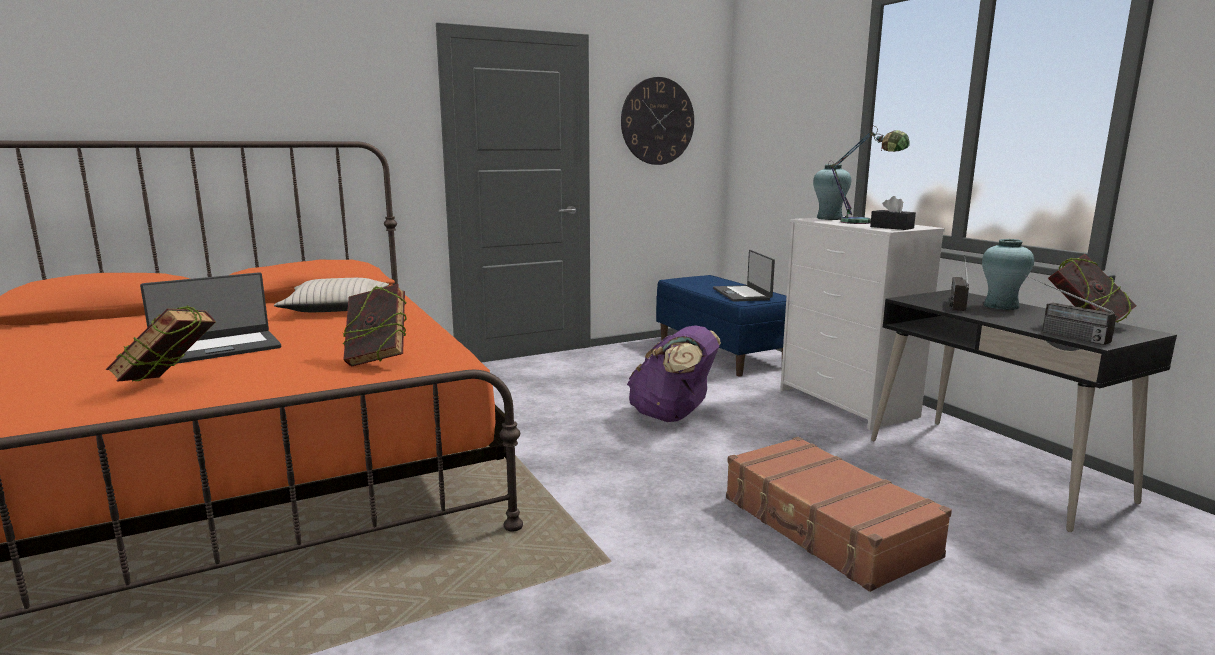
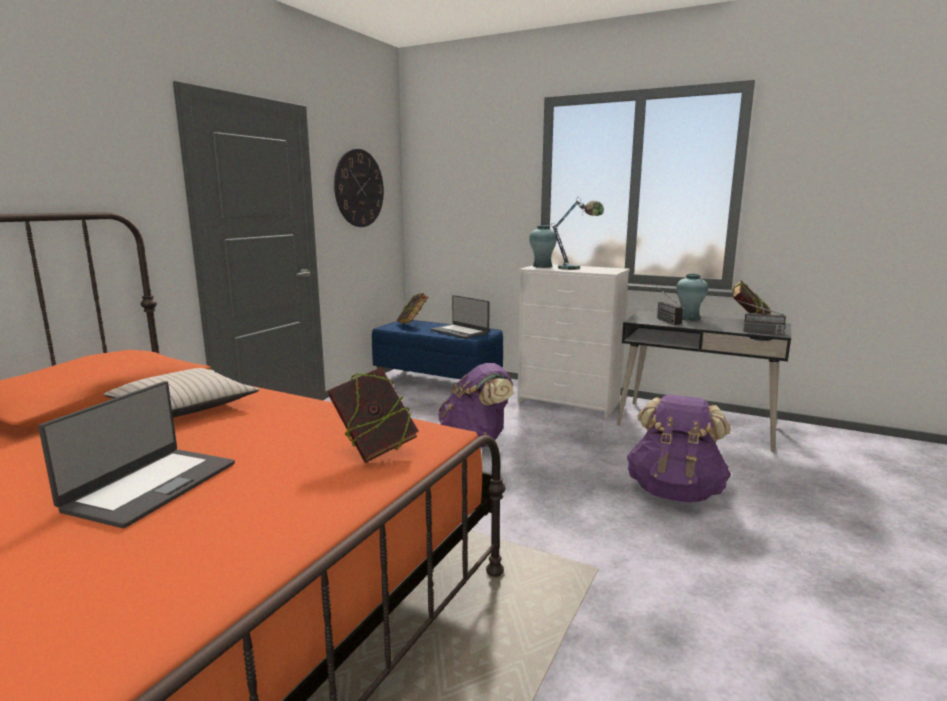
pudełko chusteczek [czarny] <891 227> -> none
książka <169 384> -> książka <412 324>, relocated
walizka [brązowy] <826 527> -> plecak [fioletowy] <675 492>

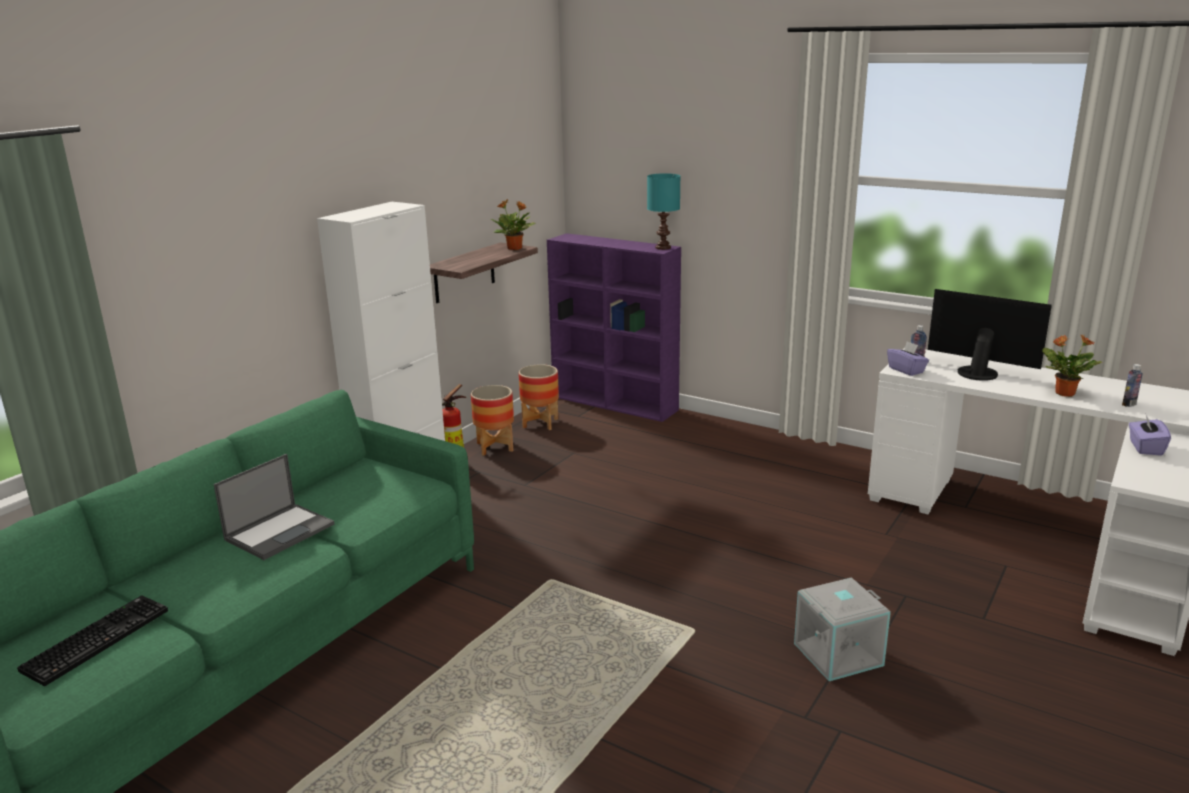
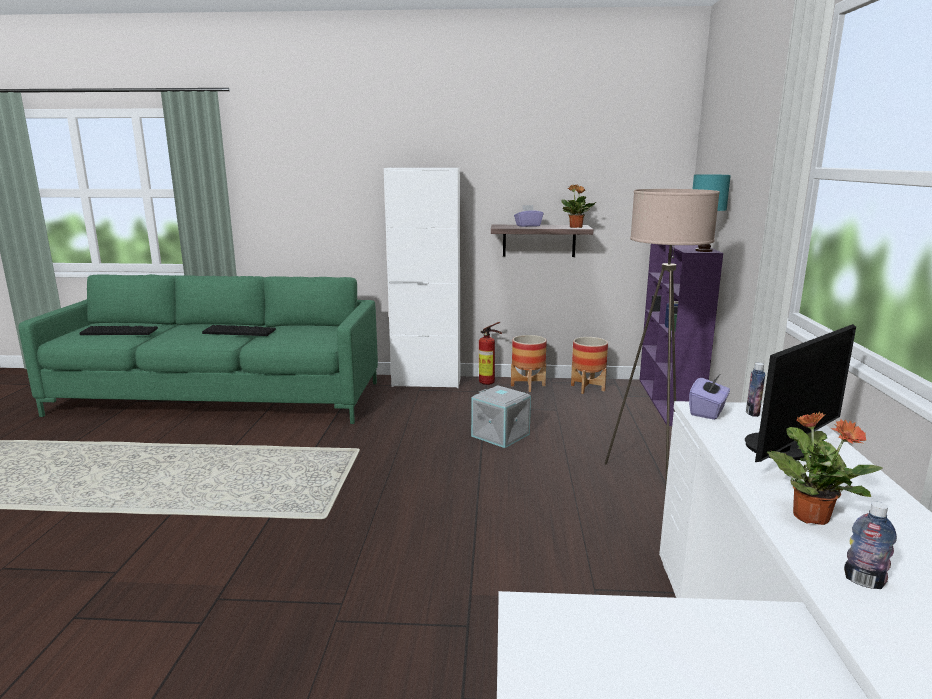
none -> lampa stojąca [beżowy] <649 471>
pojemnik do przechowywania [szary] <837 653> -> pojemnik do przechowywania [szary] <501 435>, relocated
pudełko chusteczek [fioletowy] <1145 448> -> pudełko chusteczek [fioletowy] <528 226>, relocated
laptop <280 531> -> klawiatura <240 332>
monitor <978 372> -> monitor <783 450>, 45 degrees clockwise

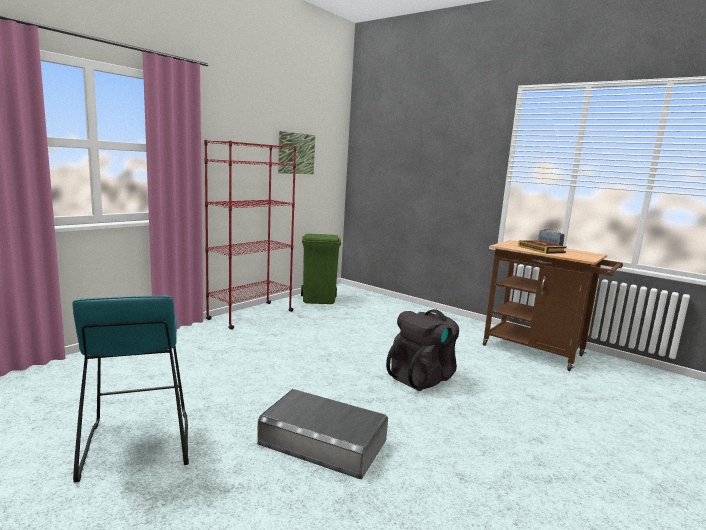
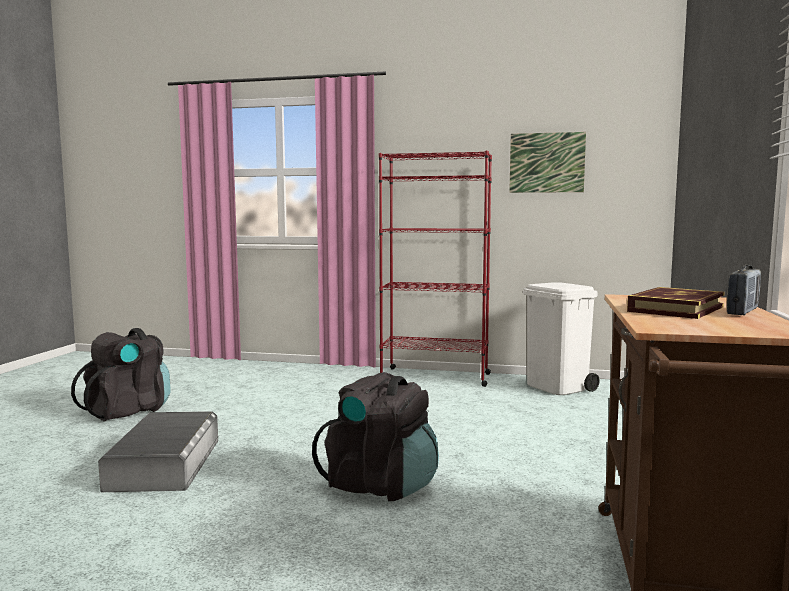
stołek [turkusowy] <136 444> -> plecak [czarny] <128 411>
kosz na śmieci [zielony] <319 300> -> kosz na śmieci [biały] <558 387>

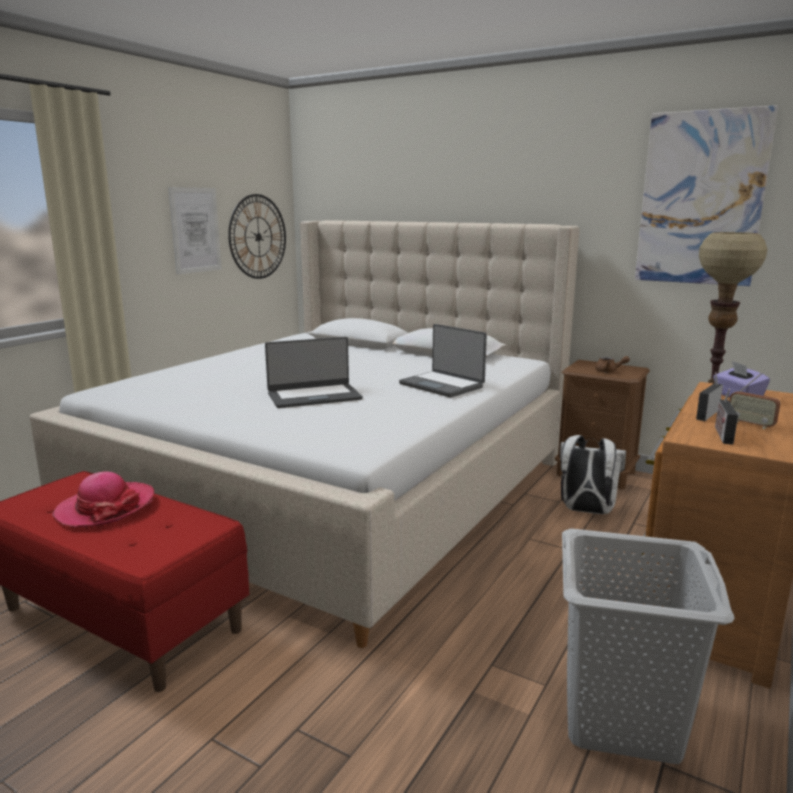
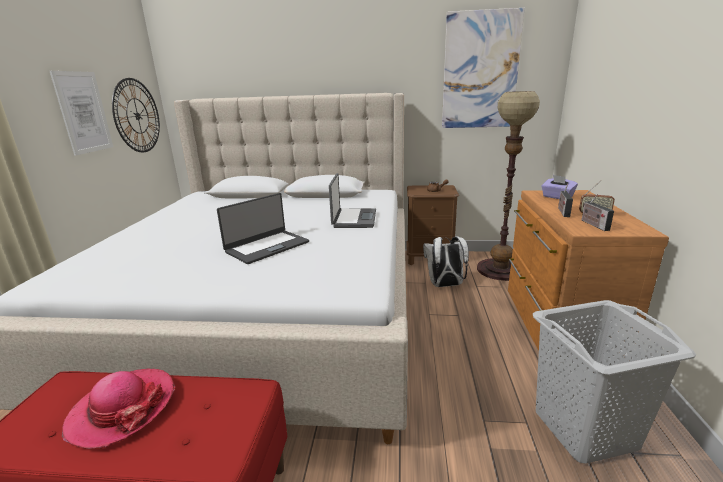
laptop <442 385> -> laptop <353 219>, 105 degrees counterclockwise

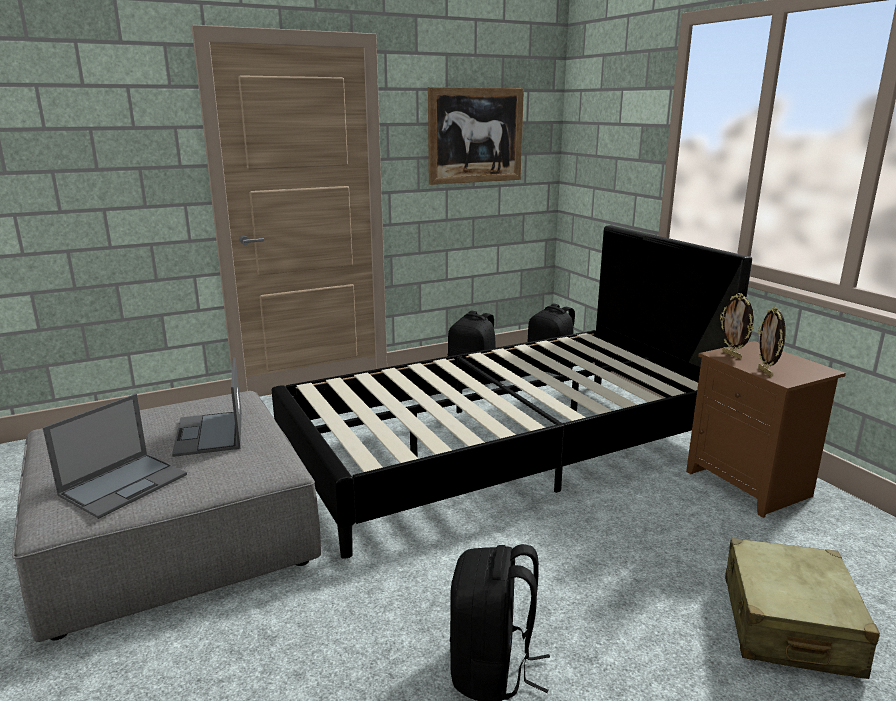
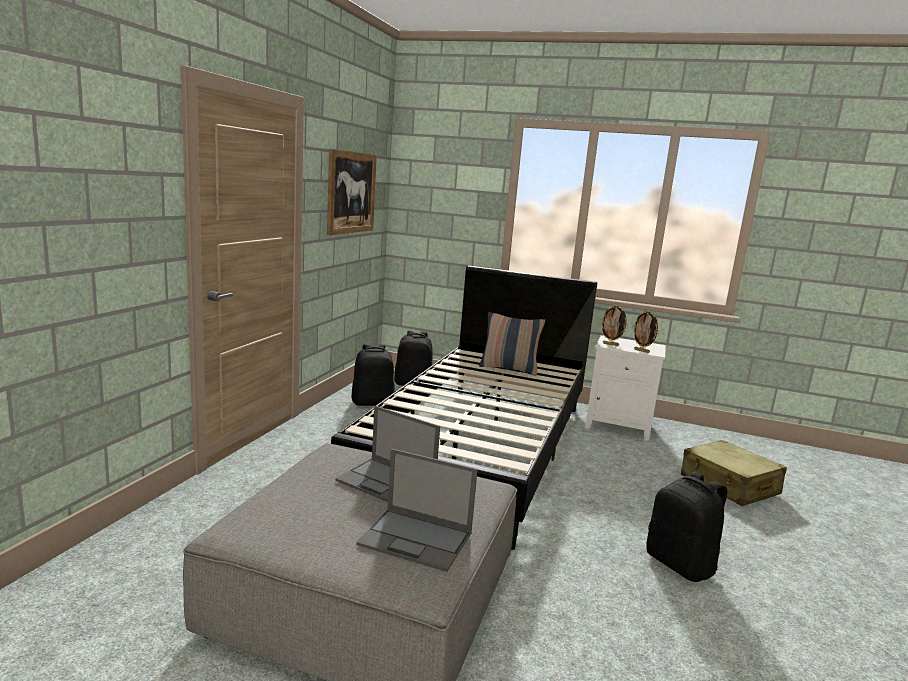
none -> poduszka <509 369>
szafka nocna [brązowy] <751 485> -> szafka nocna [biały] <619 425>
laptop <125 484> -> laptop <417 539>, 120 degrees clockwise

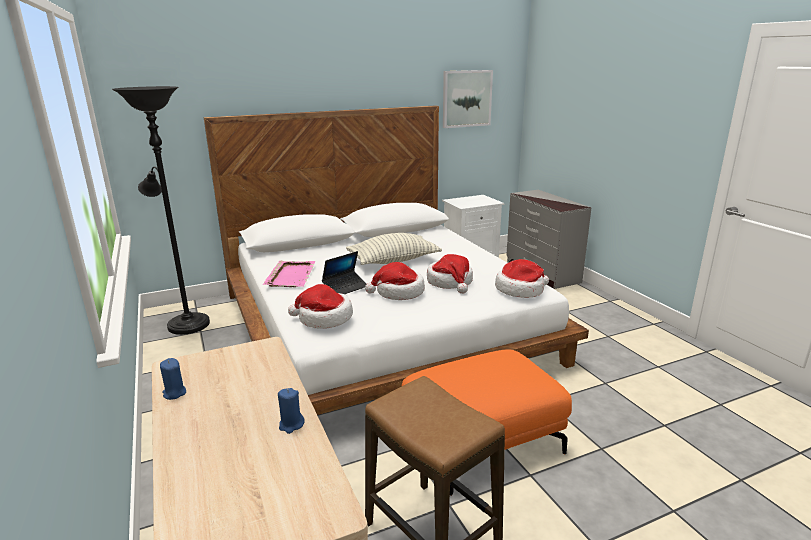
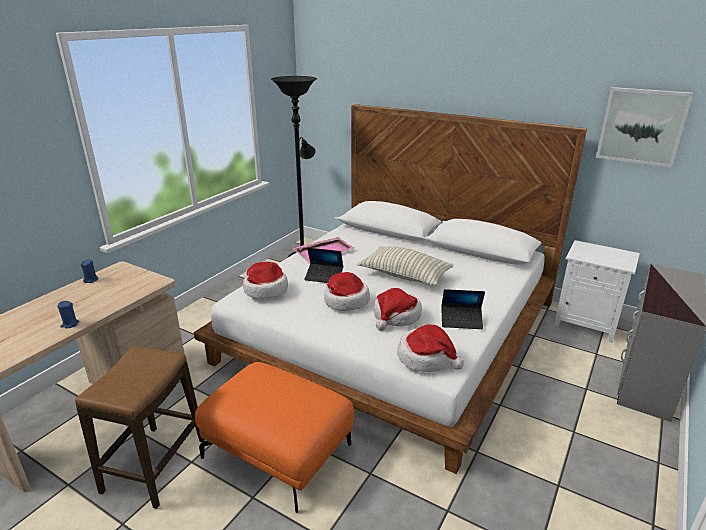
none -> laptop <461 321>

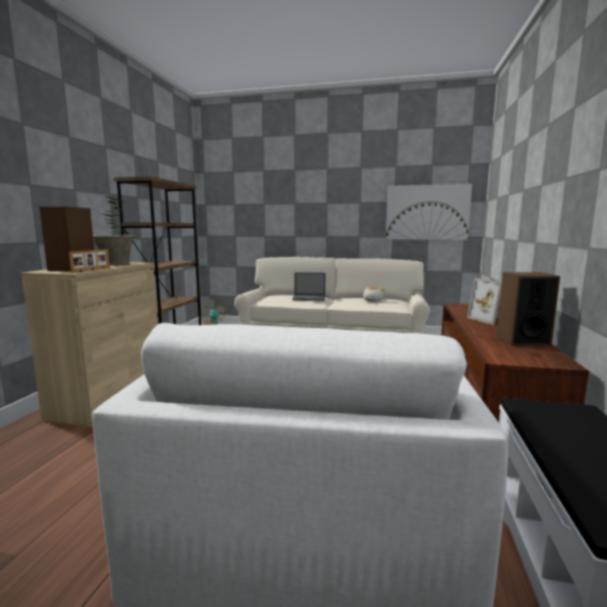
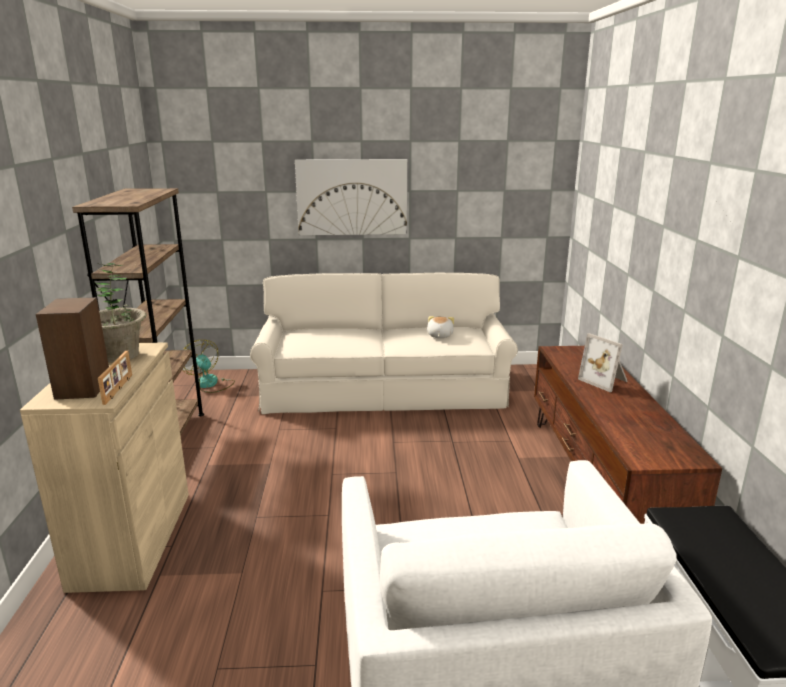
laptop <309 298> -> none
głośnik <522 341> -> none
obraz <427 212> -> obraz <352 197>, relocated

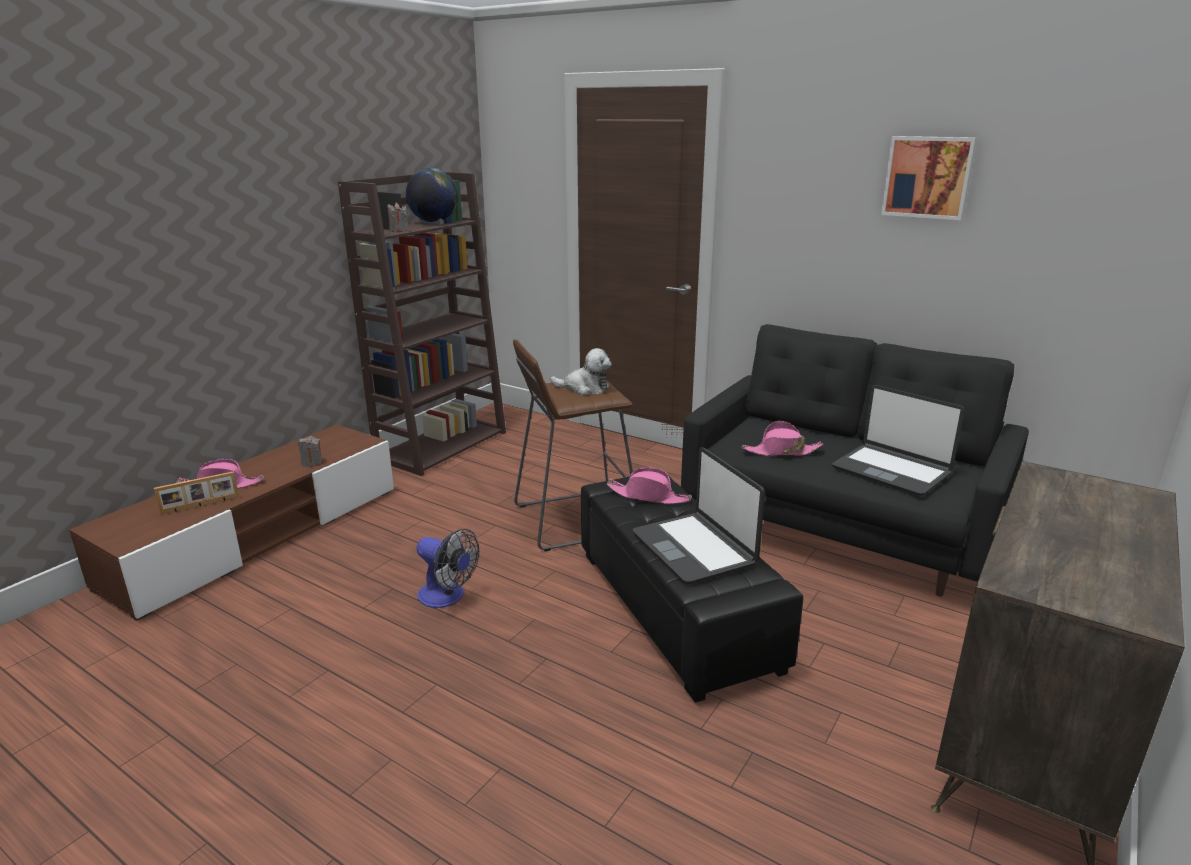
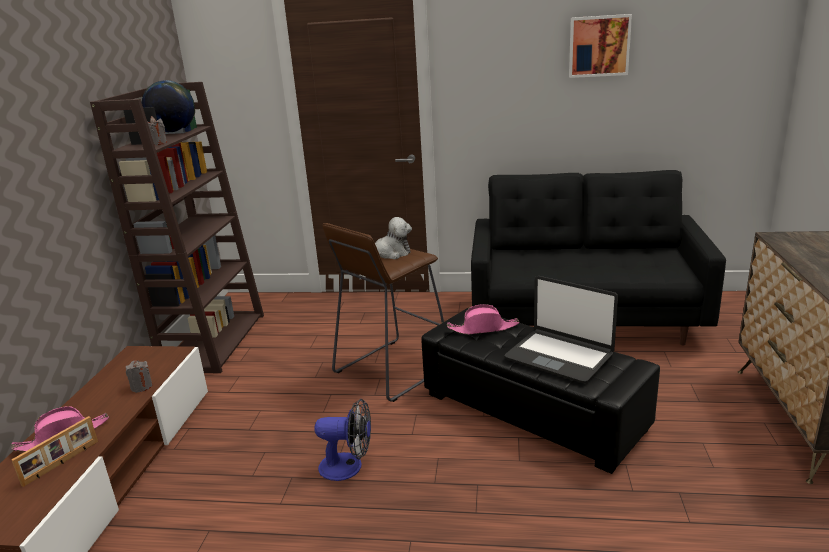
kapelusz [różowy] <781 451> -> none
laptop <891 470> -> none

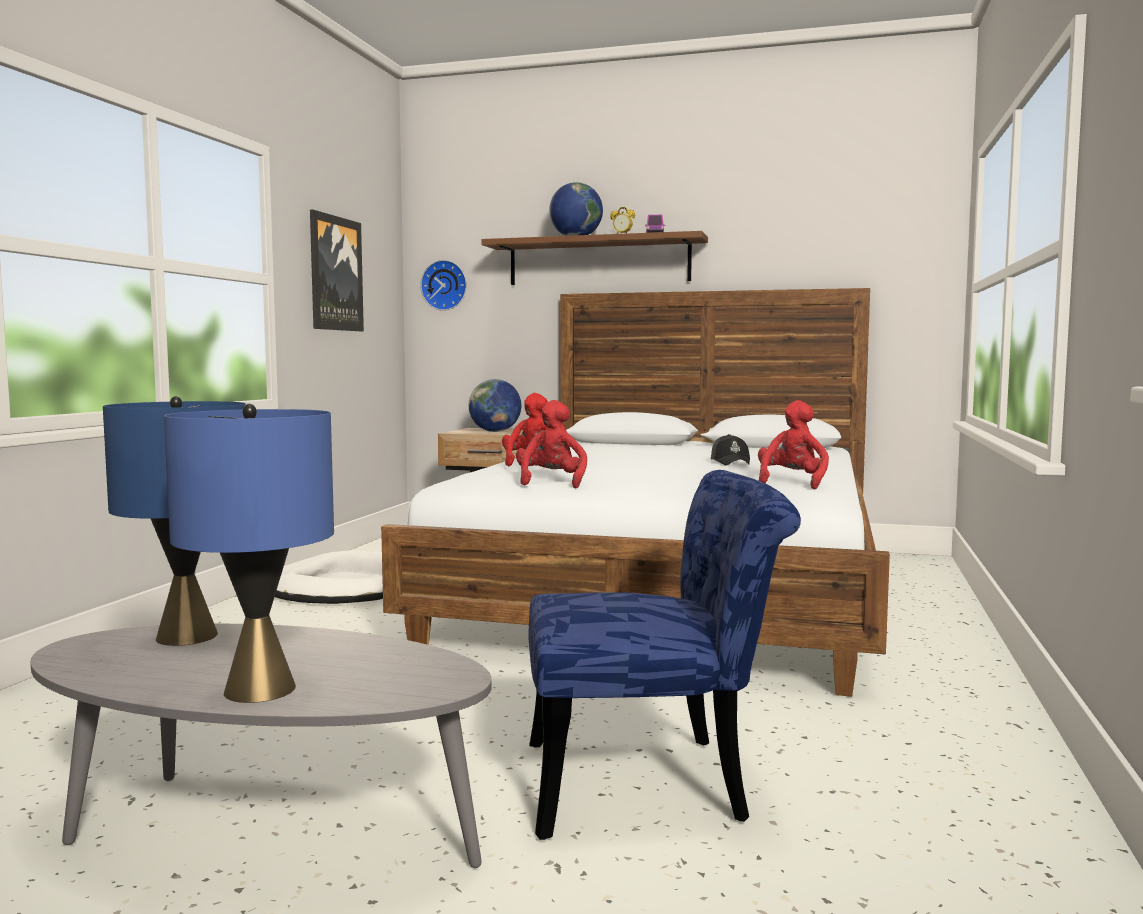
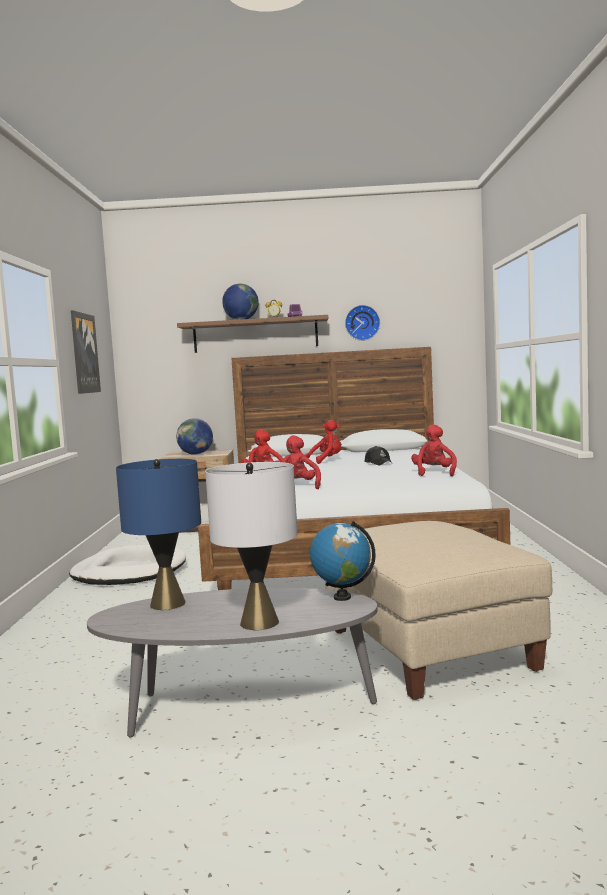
none -> pluszak [czerwony] <326 460>
none -> globus <342 597>
zegar ścienny <445 285> -> zegar ścienny <362 323>, relocated
krzesło [niebieski] <655 783> -> pufa [beżowy] <429 650>
lampa stołowa [niebieski] <259 690> -> lampa stołowa [szary] <259 623>

